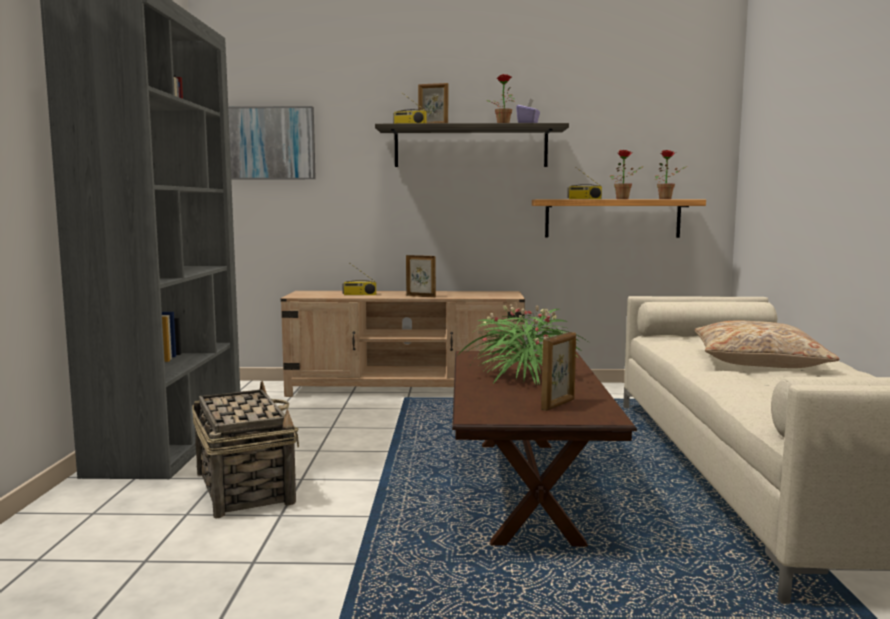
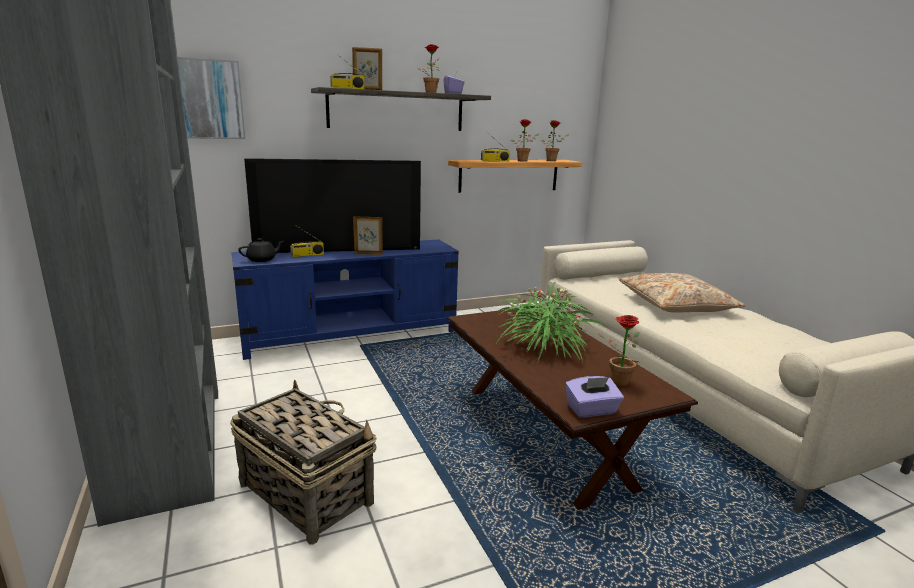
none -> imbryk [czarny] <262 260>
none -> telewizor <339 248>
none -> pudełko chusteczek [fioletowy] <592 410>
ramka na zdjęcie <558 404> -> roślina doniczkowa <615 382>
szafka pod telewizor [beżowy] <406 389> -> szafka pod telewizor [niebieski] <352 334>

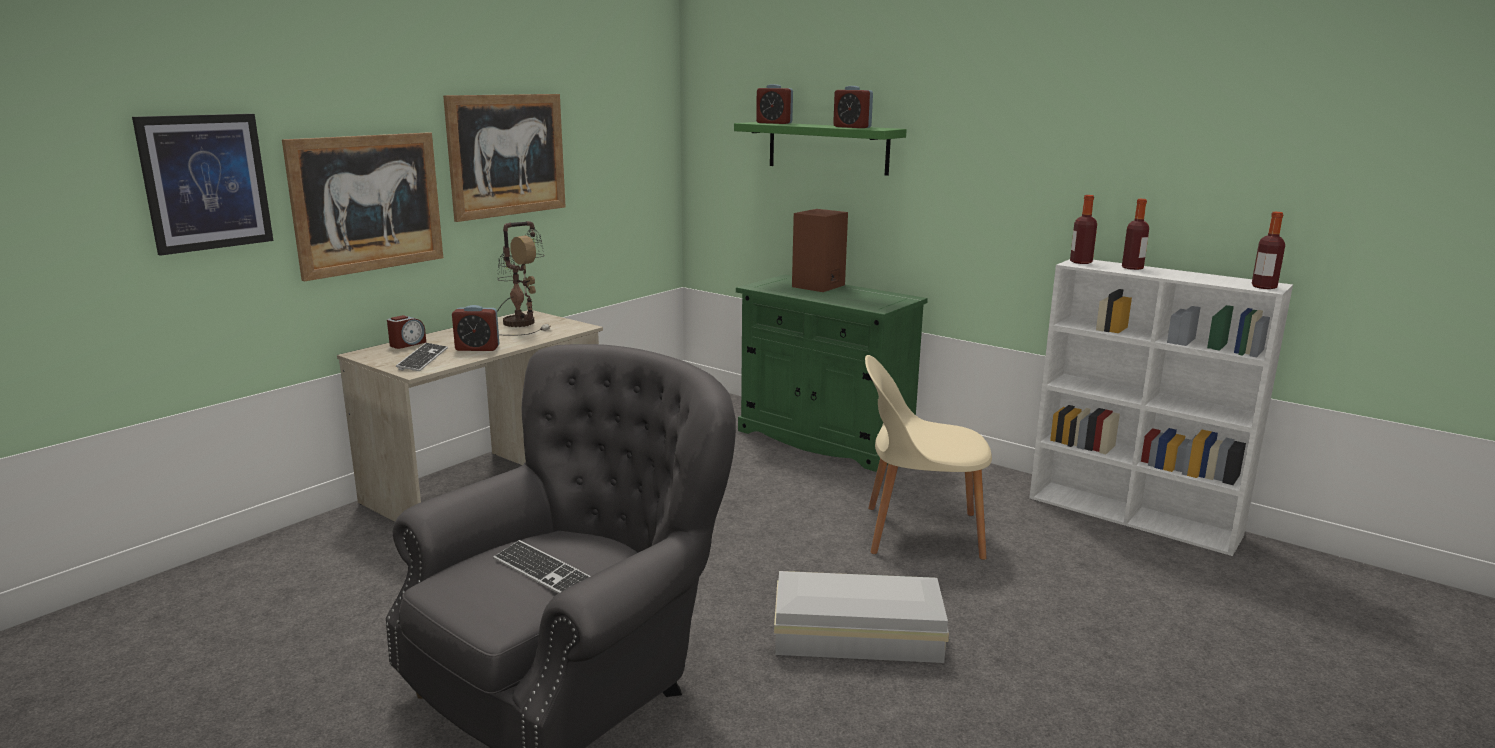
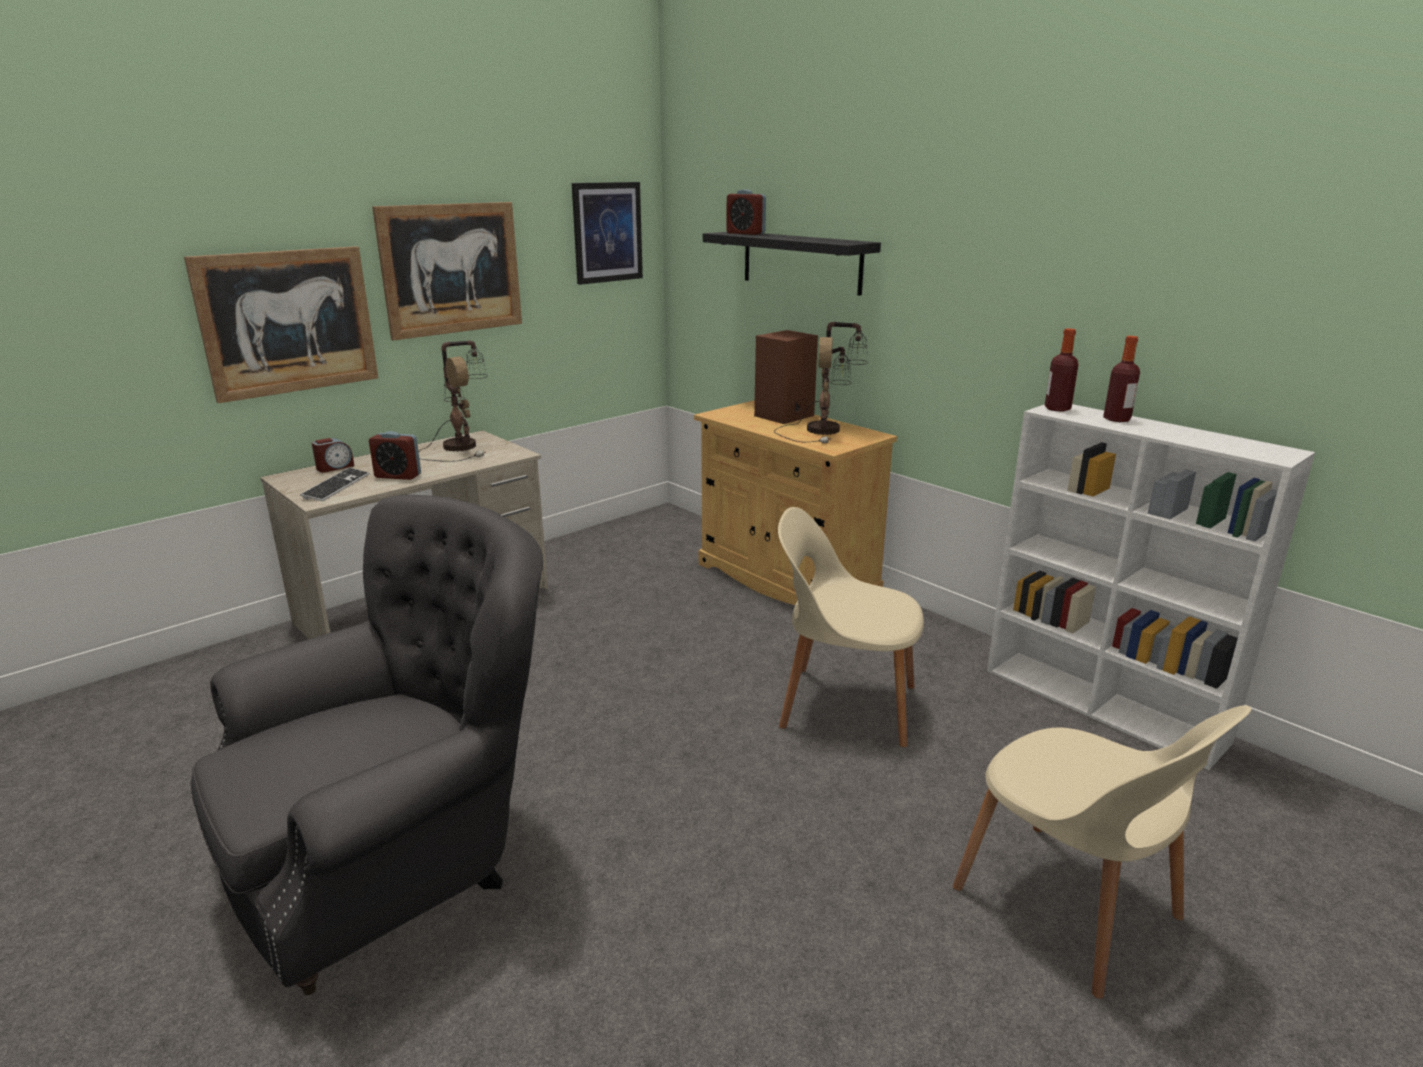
klawiatura <541 571> -> none
pojemnik do przechowywania [biały] <860 636> -> none
budzik <852 127> -> none
butelka <1264 287> -> none
none -> lampa stołowa <824 430>
none -> krzesło [beżowy] <1071 908>
obraz <205 182> -> obraz <607 232>, relocated
półka [zielony] <827 148> -> półka [czarny] <801 262>
szafka [zielony] <824 439> -> szafka [beżowy] <786 580>

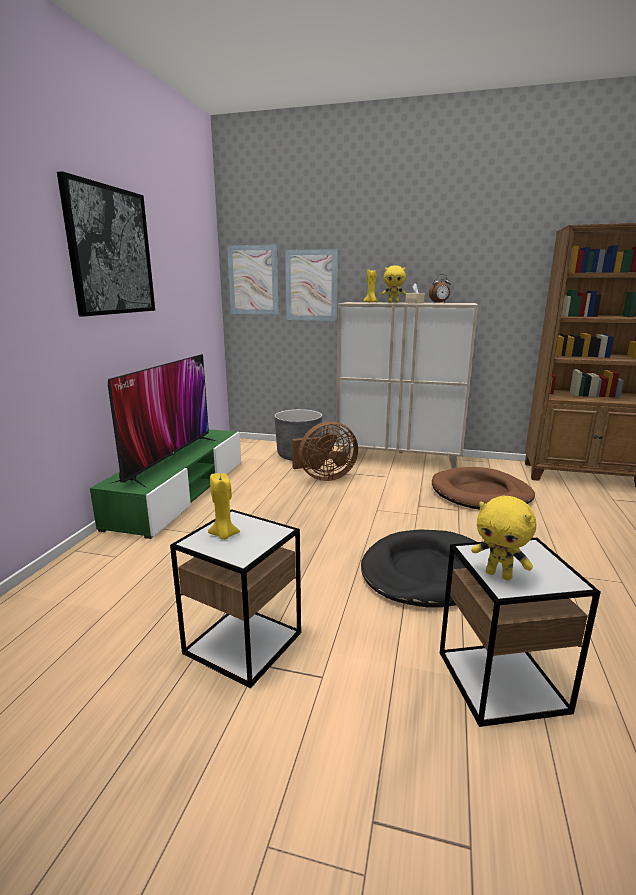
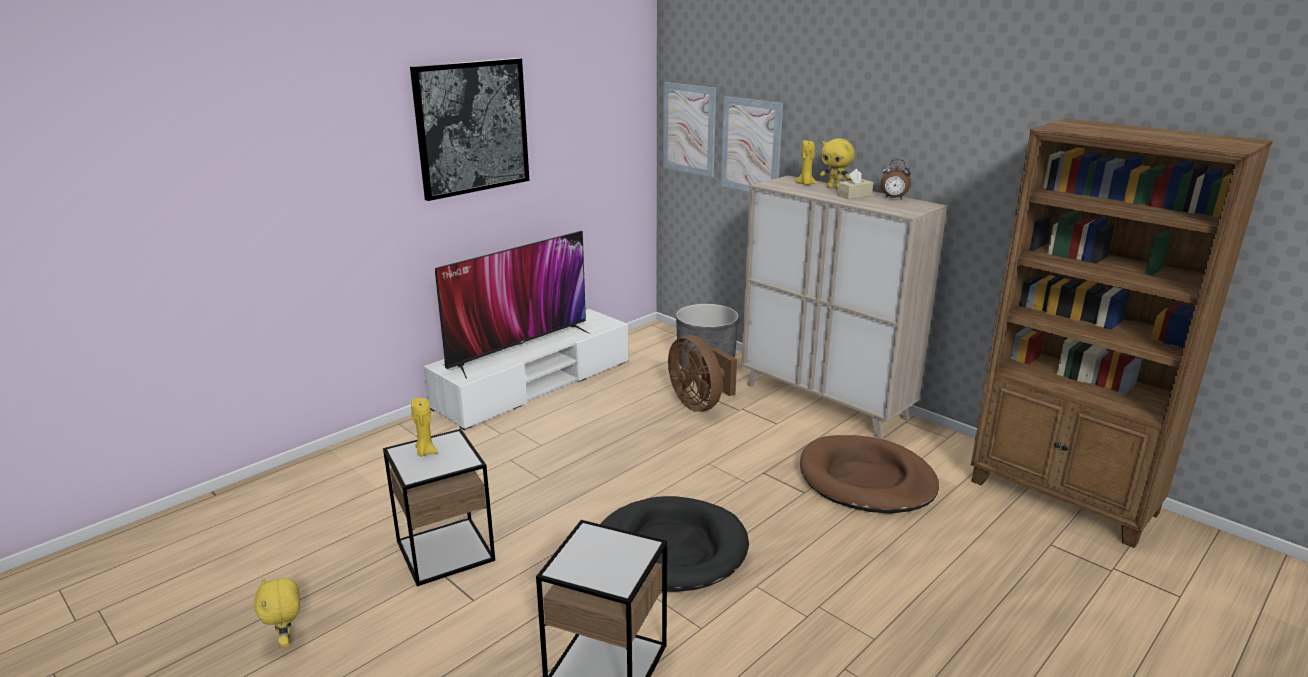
pluszak [żółty] <499 575> -> pluszak [żółty] <287 640>, relocated
szafka pod telewizor [zielony] <180 492> -> szafka pod telewizor [biały] <534 384>
wentylator [brązowy] <323 477> -> wentylator [brązowy] <700 404>, 45 degrees clockwise

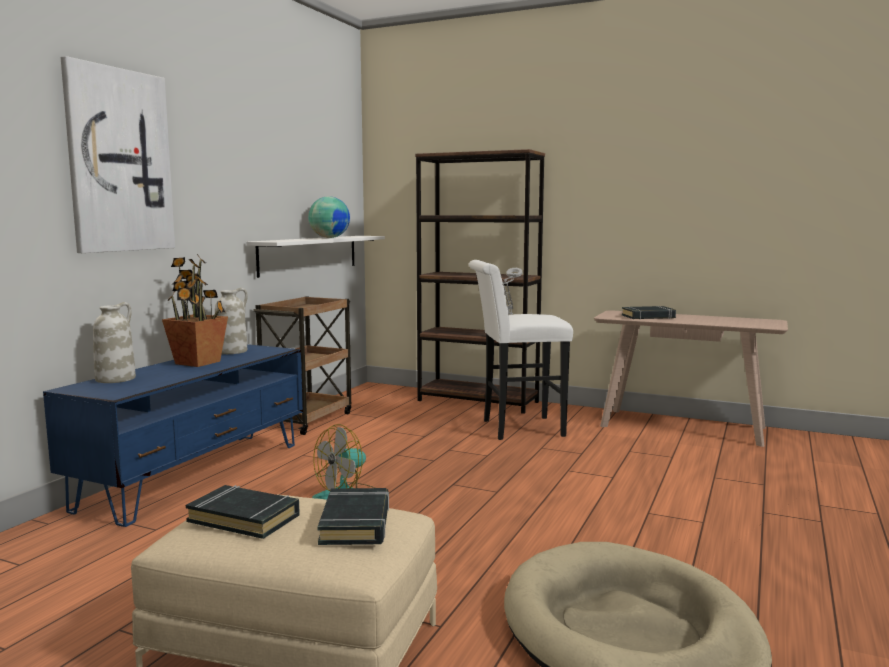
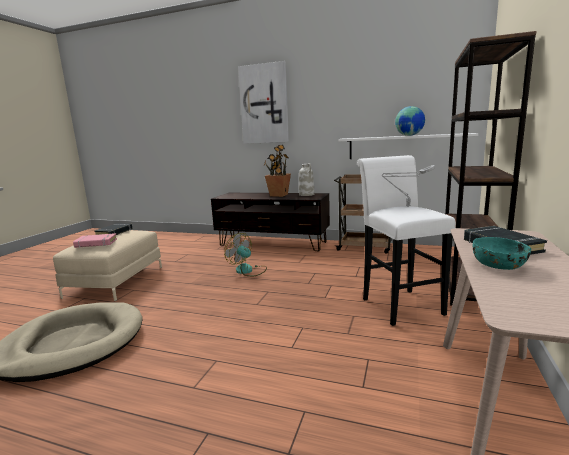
wazon [biały] <116 379> -> none
none -> miska [turkusowy] <499 265>
szafka pod telewizor [niebieski] <196 475> -> szafka pod telewizor [brązowy] <272 243>
książka [czarny] <356 523> -> książka [różowy] <96 243>

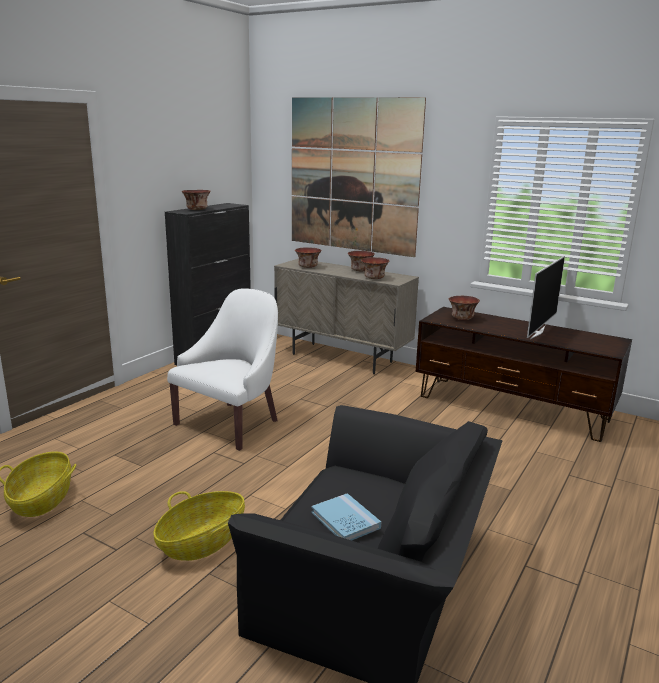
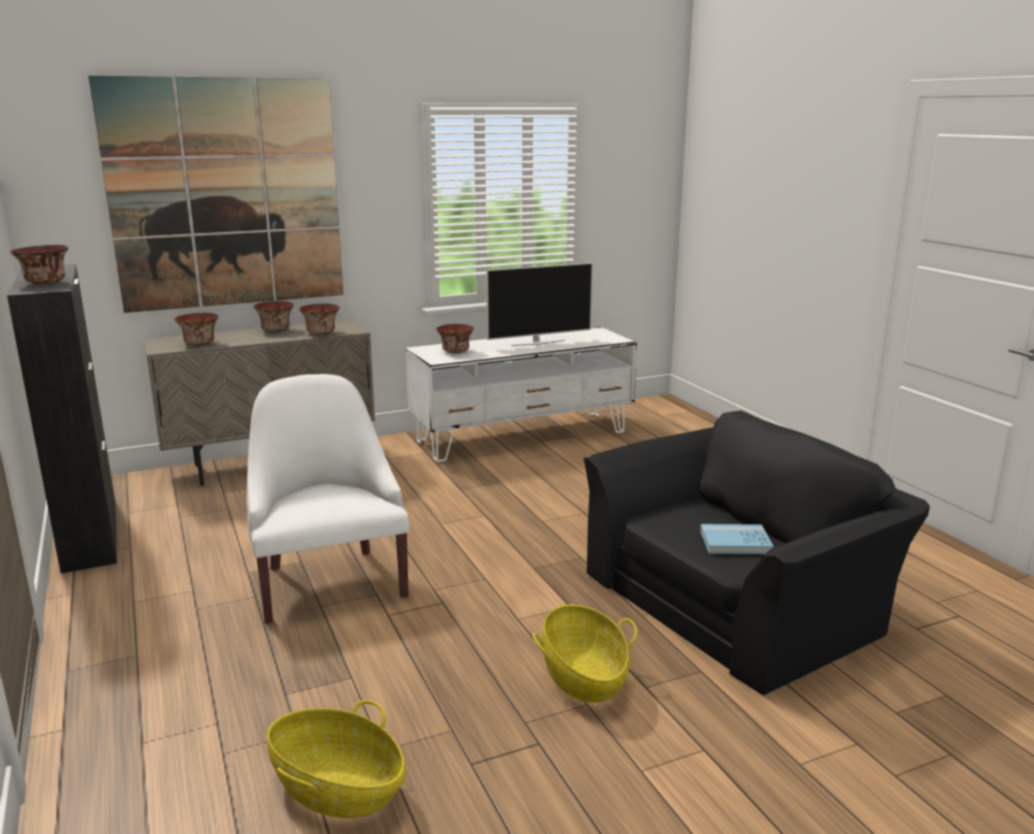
szafka pod telewizor [brązowy] <512 408> -> szafka pod telewizor [biały] <523 436>
telewizor <536 332> -> telewizor <538 343>, 90 degrees clockwise

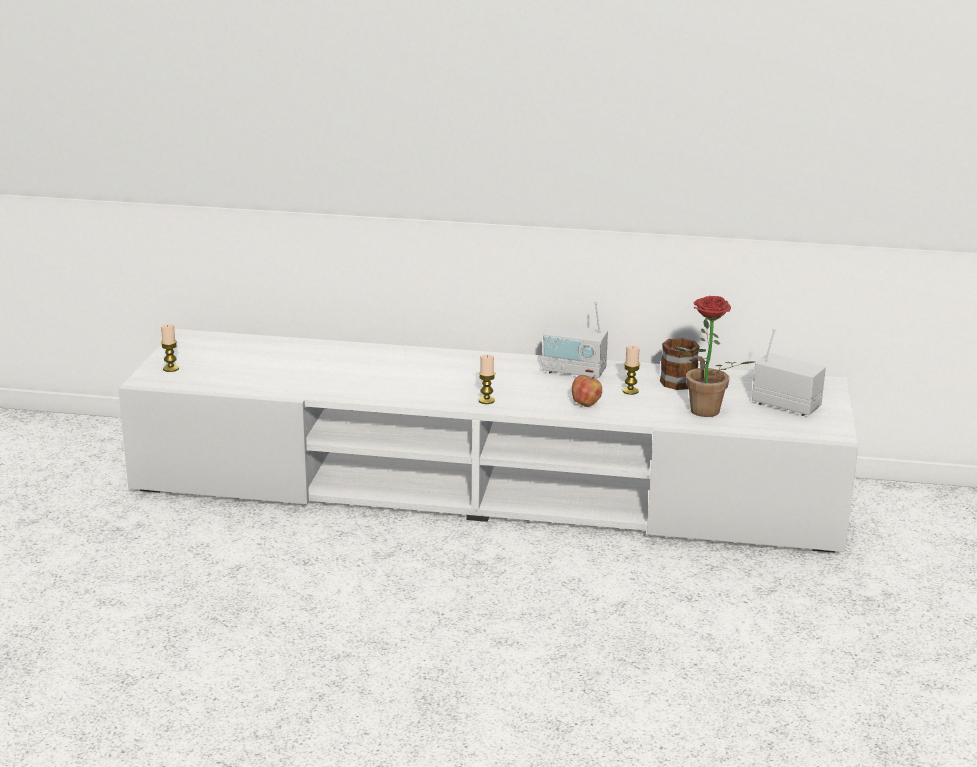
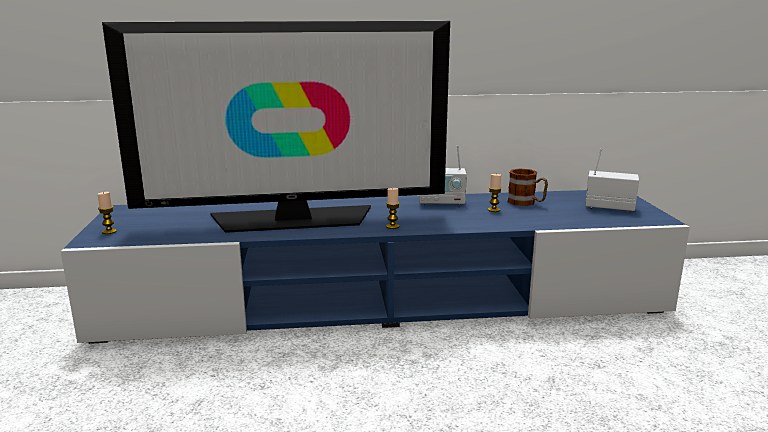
jabłko <585 404> -> none
roślina doniczkowa <701 413> -> none
none -> telewizor <293 219>
szafka pod telewizor [biały] <488 488> -> szafka pod telewizor [niebieski] <385 301>

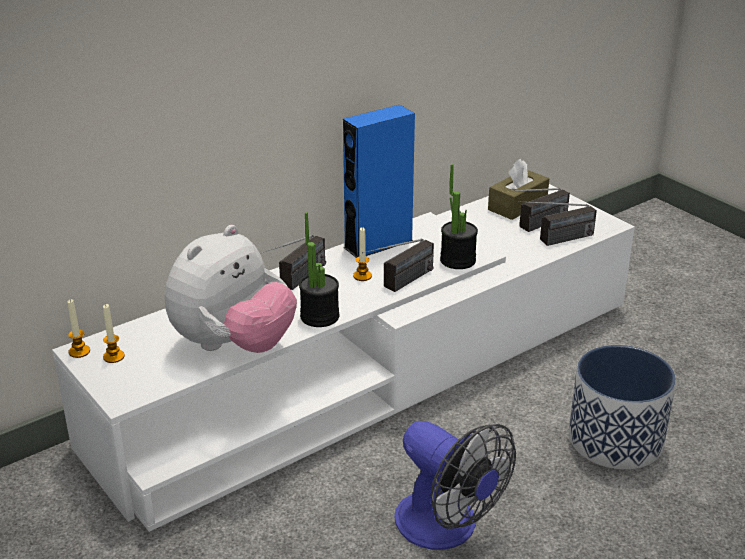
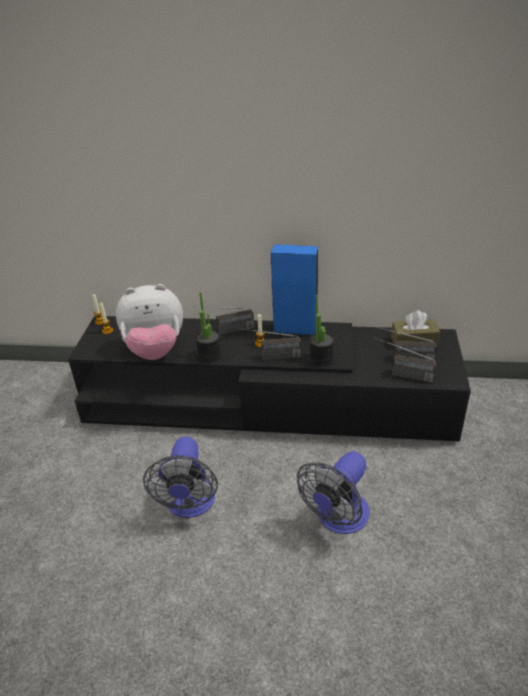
donica <615 440> -> wentylator <338 519>
szafka pod telewizor [biały] <372 372> -> szafka pod telewizor [czarny] <266 402>

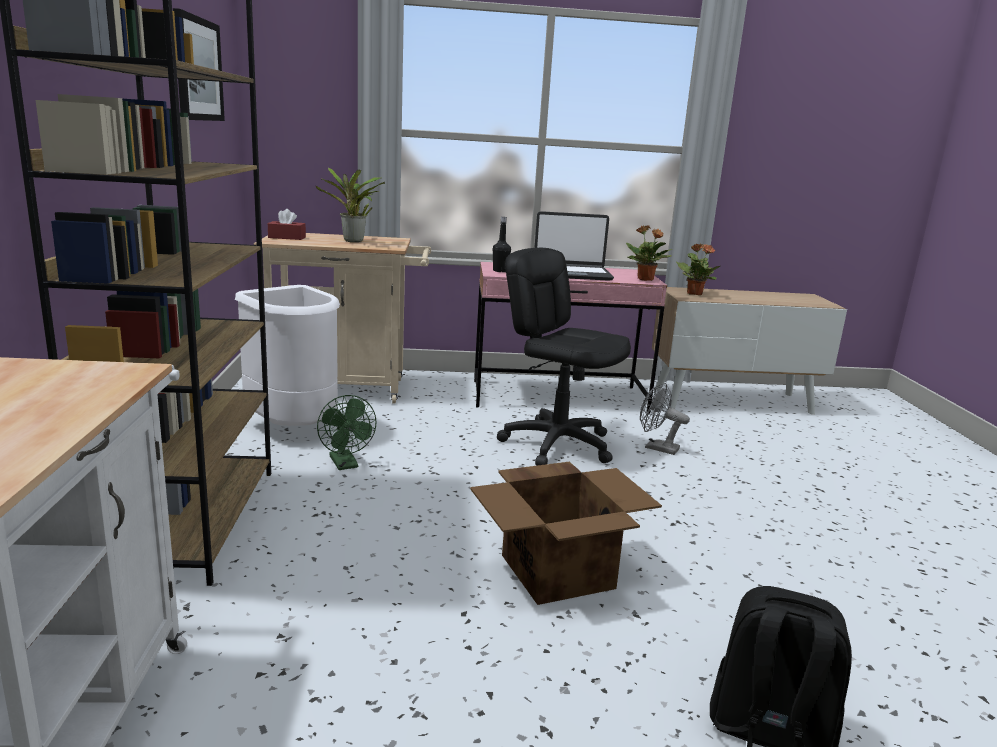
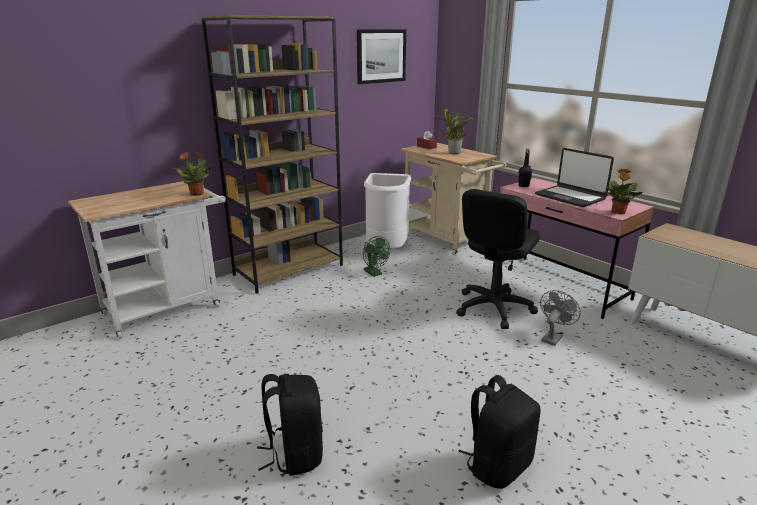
karton <559 571> -> none
none -> plecak [czarny] <498 465>
roślina doniczkowa <694 293> -> roślina doniczkowa <197 194>, relocated
wentylator [zielony] <346 465> -> wentylator [zielony] <375 273>, 60 degrees counterclockwise
krzesło biurowe [czarny] <557 444> -> krzesło biurowe [czarny] <493 308>, 150 degrees counterclockwise
wentylator [szary] <656 447> -> wentylator [szary] <553 337>, 45 degrees clockwise

